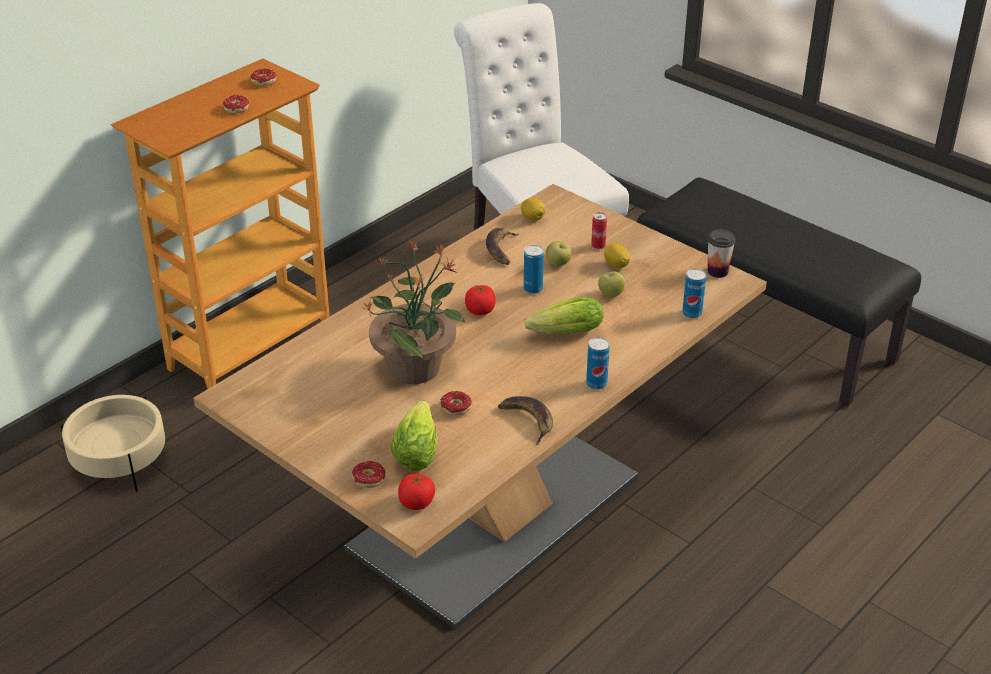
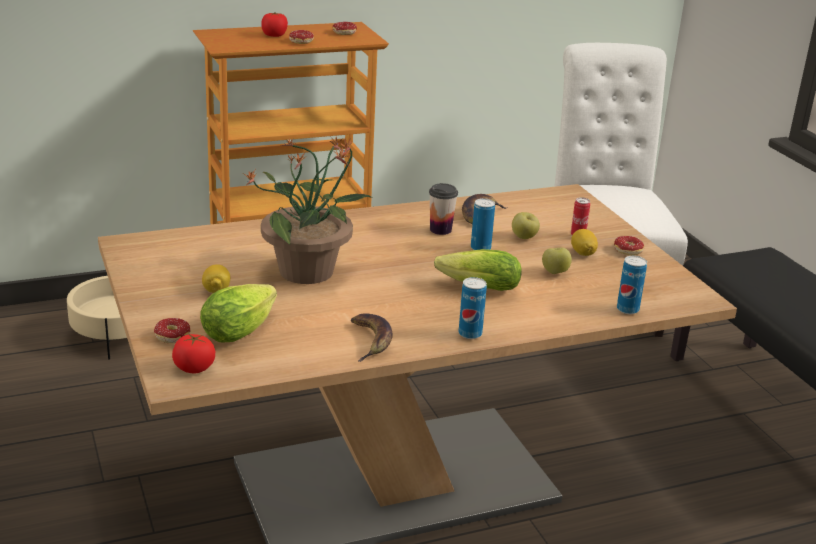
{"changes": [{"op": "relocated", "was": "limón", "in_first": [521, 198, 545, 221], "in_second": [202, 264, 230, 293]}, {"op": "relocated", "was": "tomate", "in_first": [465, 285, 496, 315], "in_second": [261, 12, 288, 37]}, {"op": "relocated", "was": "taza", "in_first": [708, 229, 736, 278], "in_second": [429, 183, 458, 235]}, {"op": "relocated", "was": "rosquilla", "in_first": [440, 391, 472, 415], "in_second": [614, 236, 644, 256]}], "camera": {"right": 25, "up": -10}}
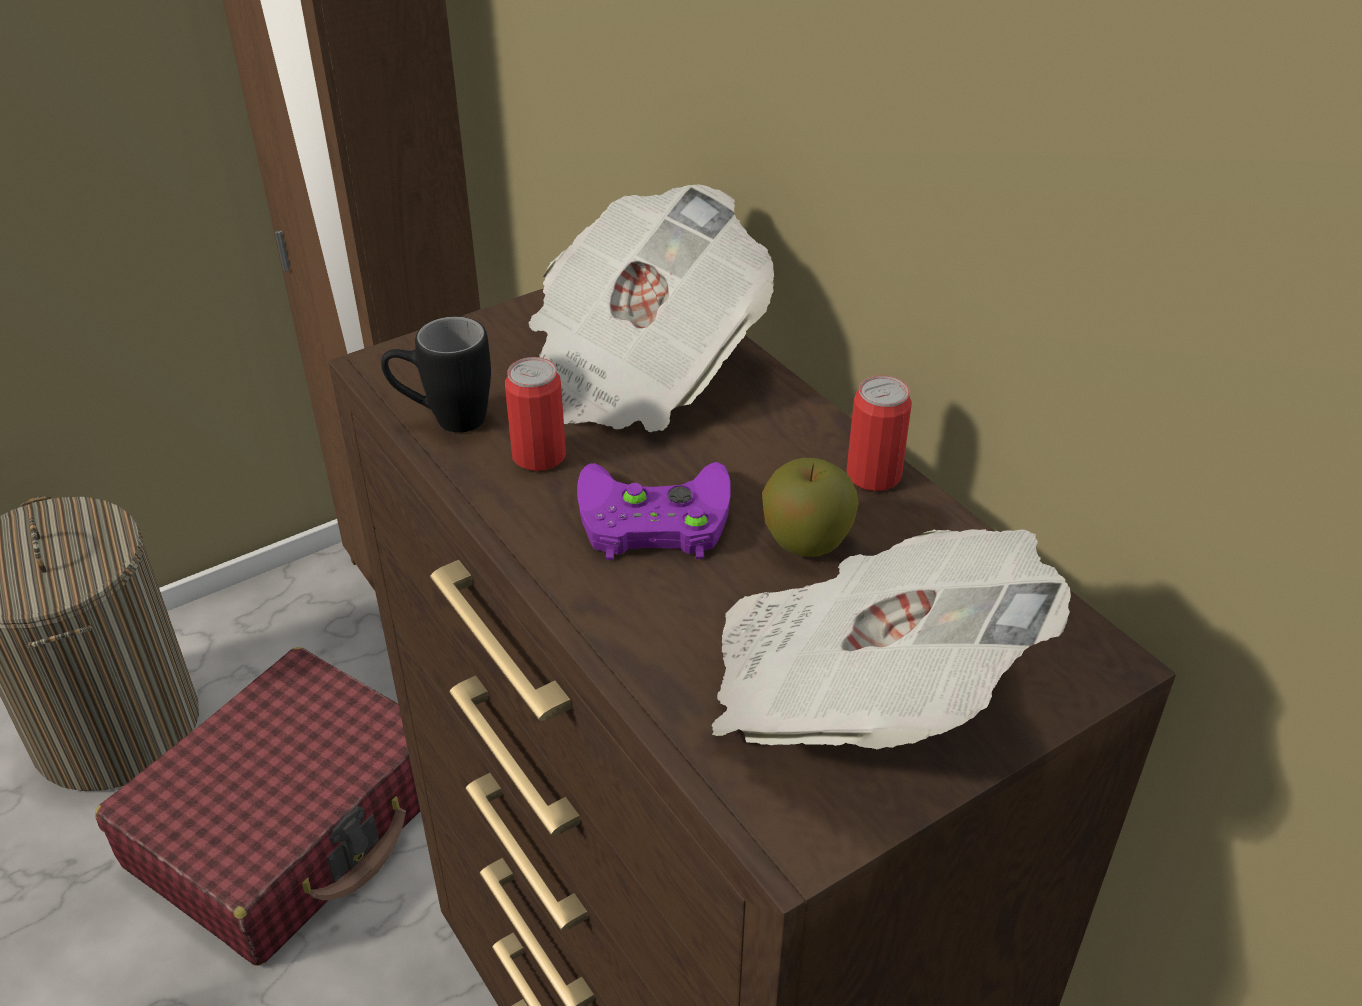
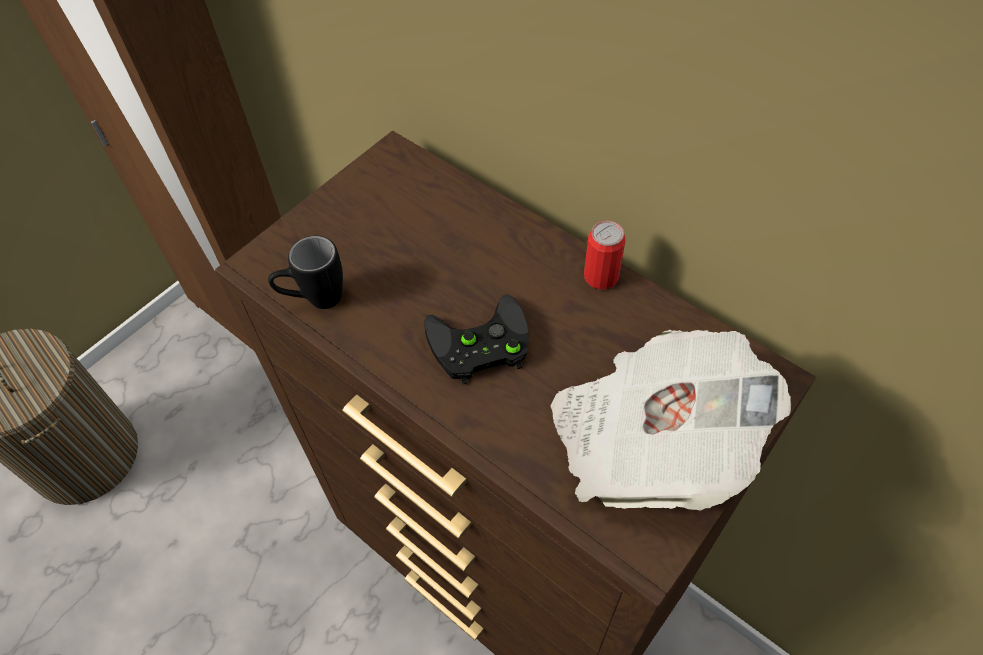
{"changes": [{"op": "colour", "was": "mando de consola/morado", "now": "mando de consola/negro", "in_first": [577, 462, 731, 560], "in_second": [424, 294, 528, 385]}, {"op": "missing", "was": "maleta/rojo", "in_first": [95, 647, 420, 966]}, {"op": "missing", "was": "lata", "in_first": [505, 357, 566, 471]}, {"op": "missing", "was": "periódico", "in_first": [529, 184, 774, 432]}, {"op": "missing", "was": "manzana", "in_first": [762, 458, 859, 557]}], "camera": {"right": -15, "up": 15}}
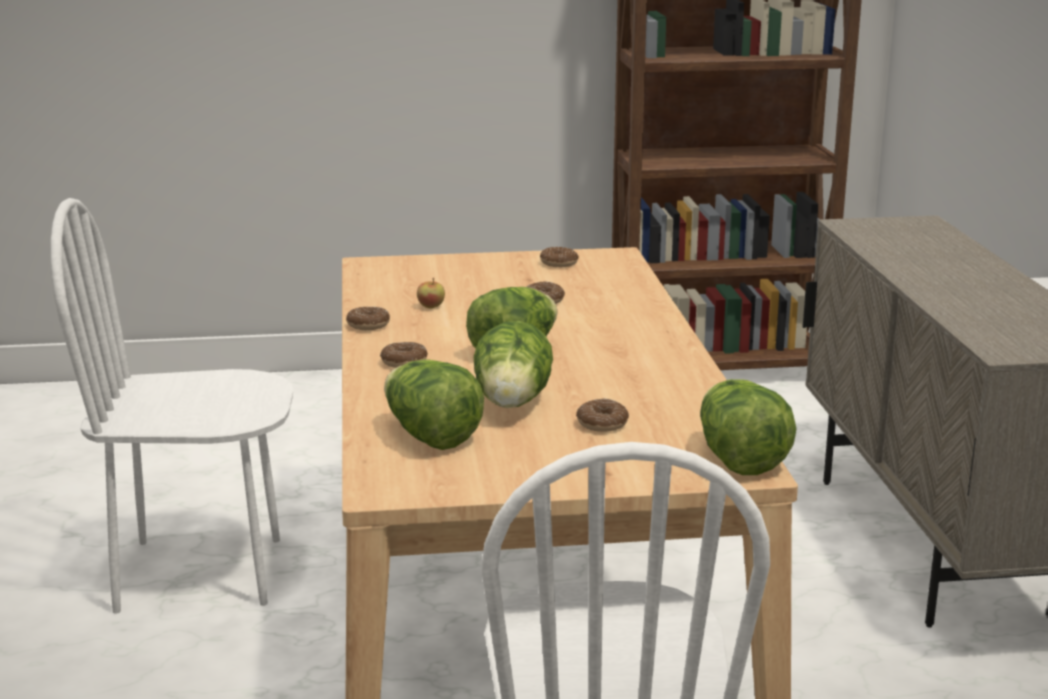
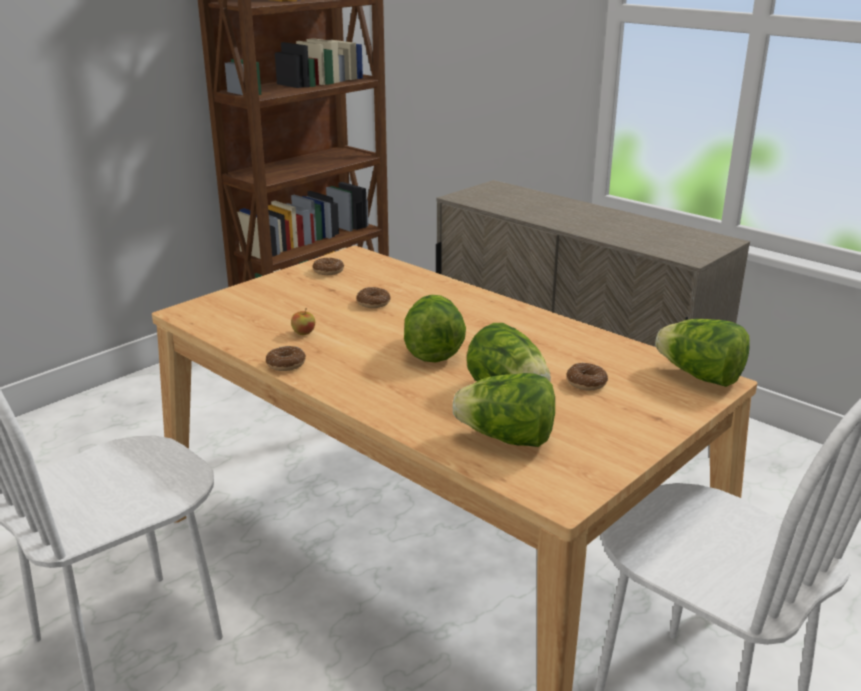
{"changes": [{"op": "missing", "was": "rosquilla", "in_first": [380, 342, 428, 368]}], "camera": {"right": -40, "up": 5}}
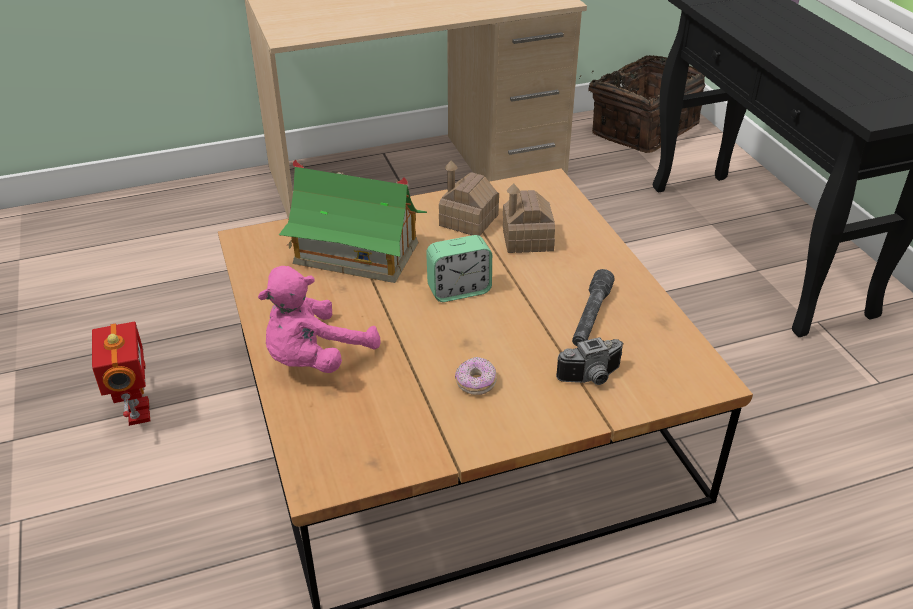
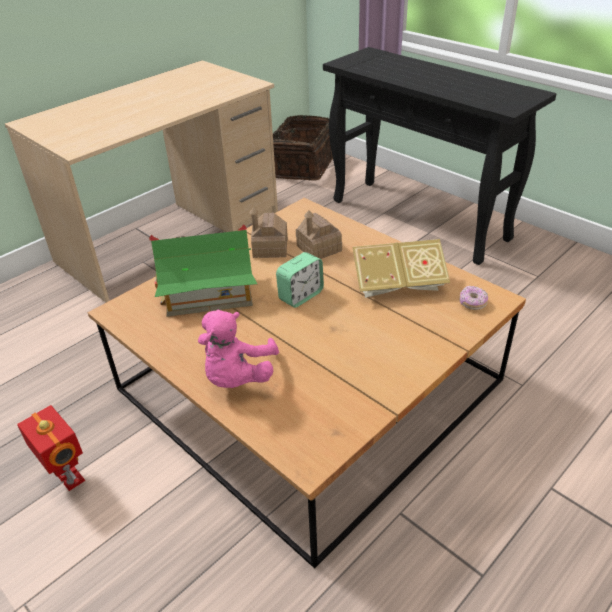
{"changes": [{"op": "exchanged", "was": "linterna/gris", "now": "libro", "in_first": [572, 269, 615, 347], "in_second": [352, 239, 450, 298]}, {"op": "relocated", "was": "rosquilla", "in_first": [455, 357, 497, 395], "in_second": [459, 286, 488, 310]}, {"op": "missing", "was": "cámara", "in_first": [556, 337, 624, 385]}], "camera": {"right": -25, "up": 0}}
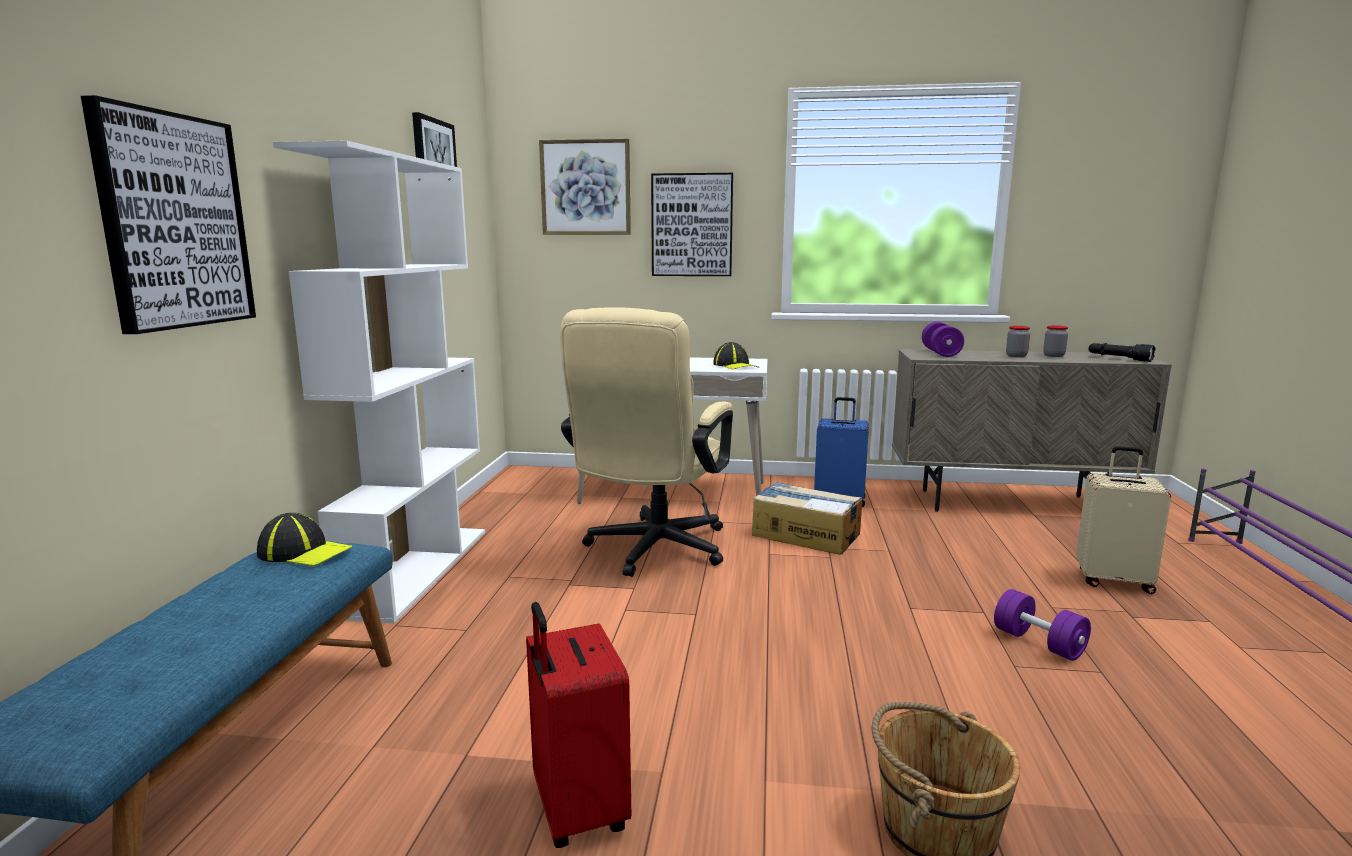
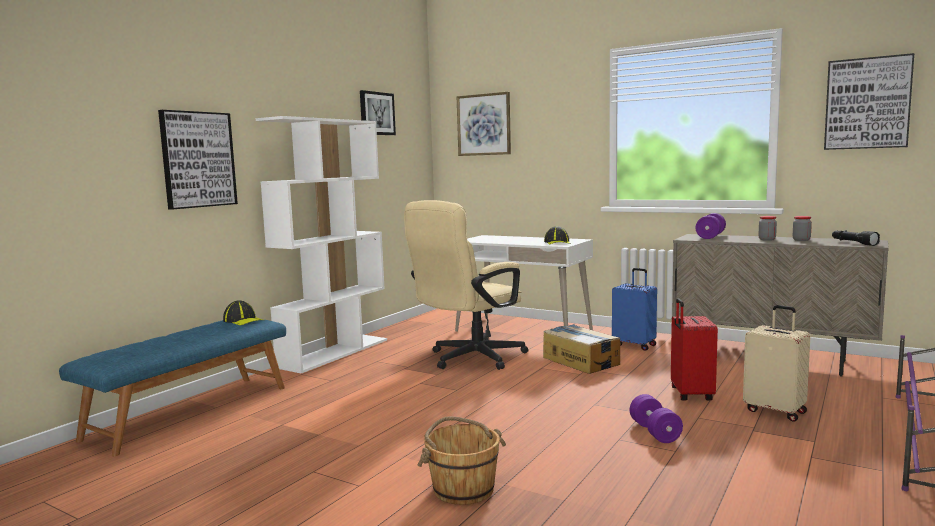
{"changes": [{"op": "relocated", "was": "maleta/rojo", "in_first": [526, 602, 631, 848], "in_second": [671, 298, 718, 401]}, {"op": "relocated", "was": "cuadro", "in_first": [651, 173, 733, 276], "in_second": [824, 53, 914, 150]}], "camera": {"right": 25, "up": -5}}
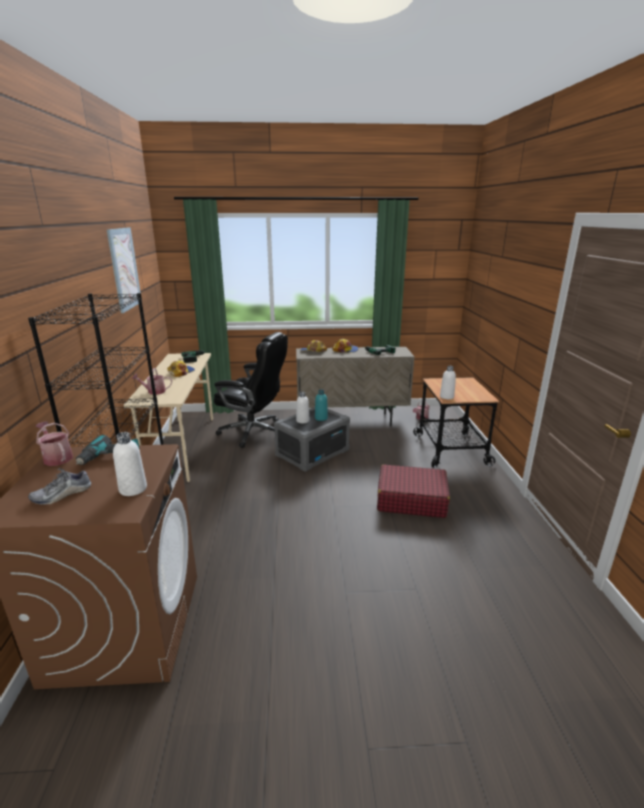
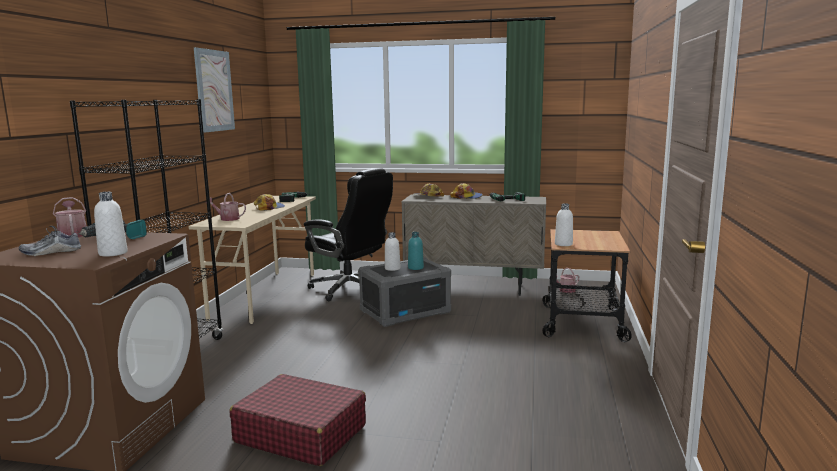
{"changes": [{"op": "relocated", "was": "maleta/rojo", "in_first": [377, 465, 450, 518], "in_second": [230, 374, 366, 466]}], "camera": {"right": 15, "up": -10}}
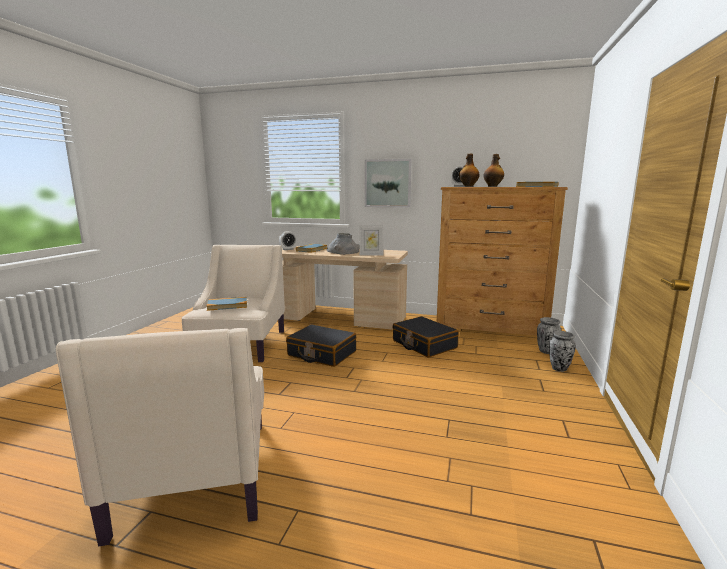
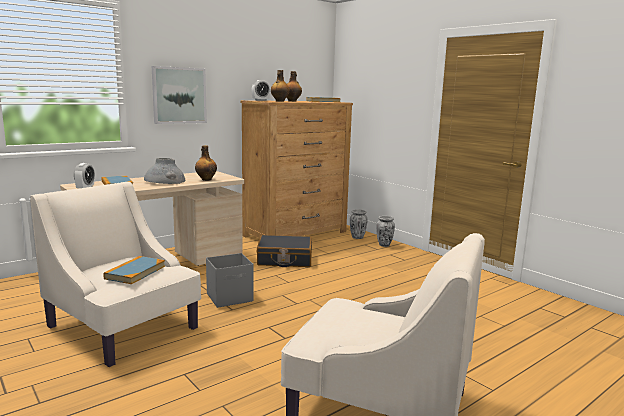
{"changes": [{"op": "exchanged", "was": "portarretratos", "now": "botella", "in_first": [359, 225, 383, 256], "in_second": [195, 145, 217, 181]}, {"op": "exchanged", "was": "maleta/negro", "now": "caja de almacenaje/gris", "in_first": [286, 324, 356, 367], "in_second": [206, 253, 254, 308]}], "camera": {"right": -55, "up": 0}}
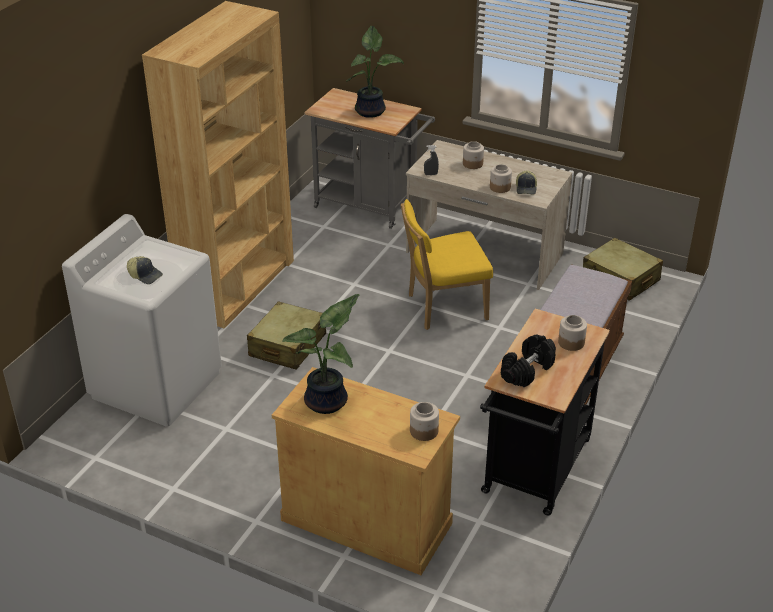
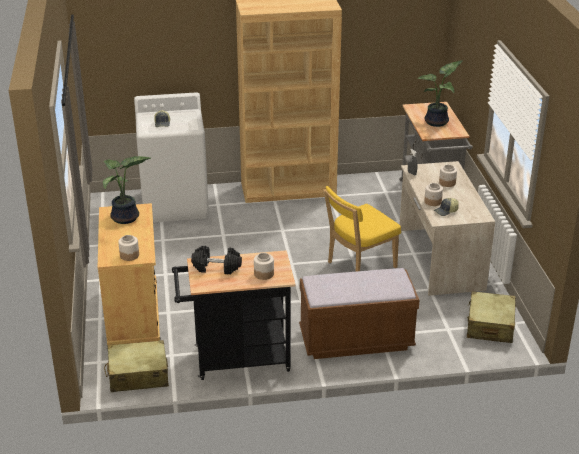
{"changes": [{"op": "relocated", "was": "maleta/beis", "in_first": [247, 301, 326, 370], "in_second": [104, 340, 169, 392]}, {"op": "spun", "was": "silla/amarillo", "in_first": [401, 199, 493, 330], "in_second": [323, 186, 401, 272], "clockwise": -75}], "camera": {"right": 55, "up": -5}}
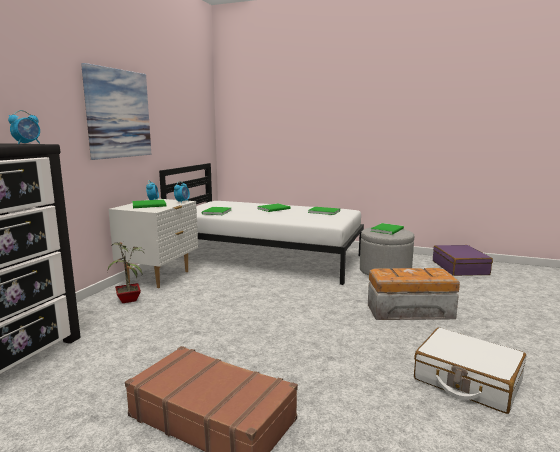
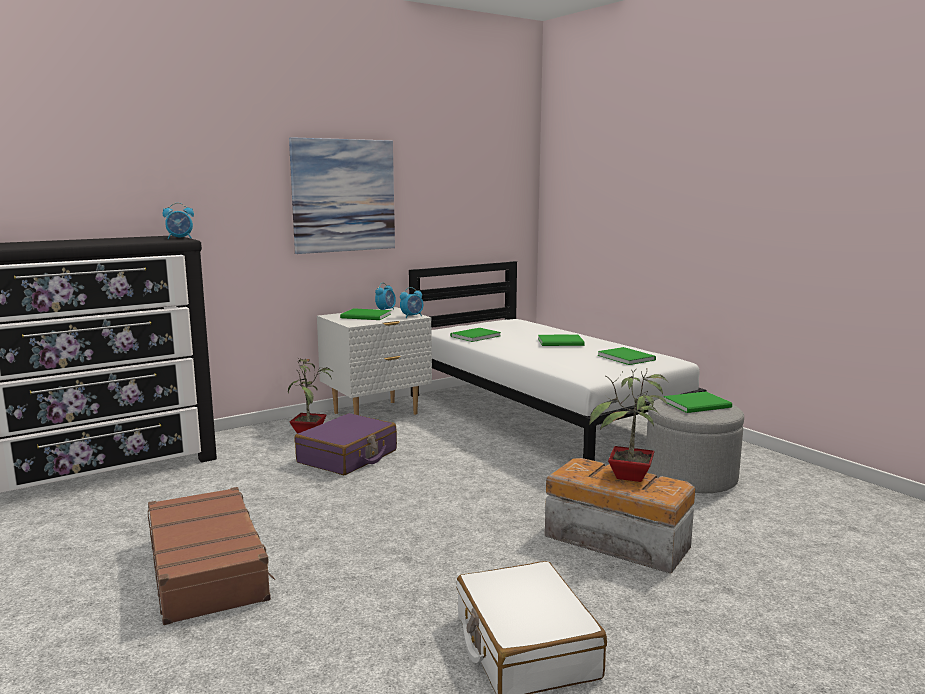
{"changes": [{"op": "relocated", "was": "maleta/morado", "in_first": [433, 245, 493, 276], "in_second": [295, 413, 397, 475]}, {"op": "appeared", "now": "planta en maceta", "in_second": [589, 368, 669, 482]}], "camera": {"right": 35, "up": 0}}
